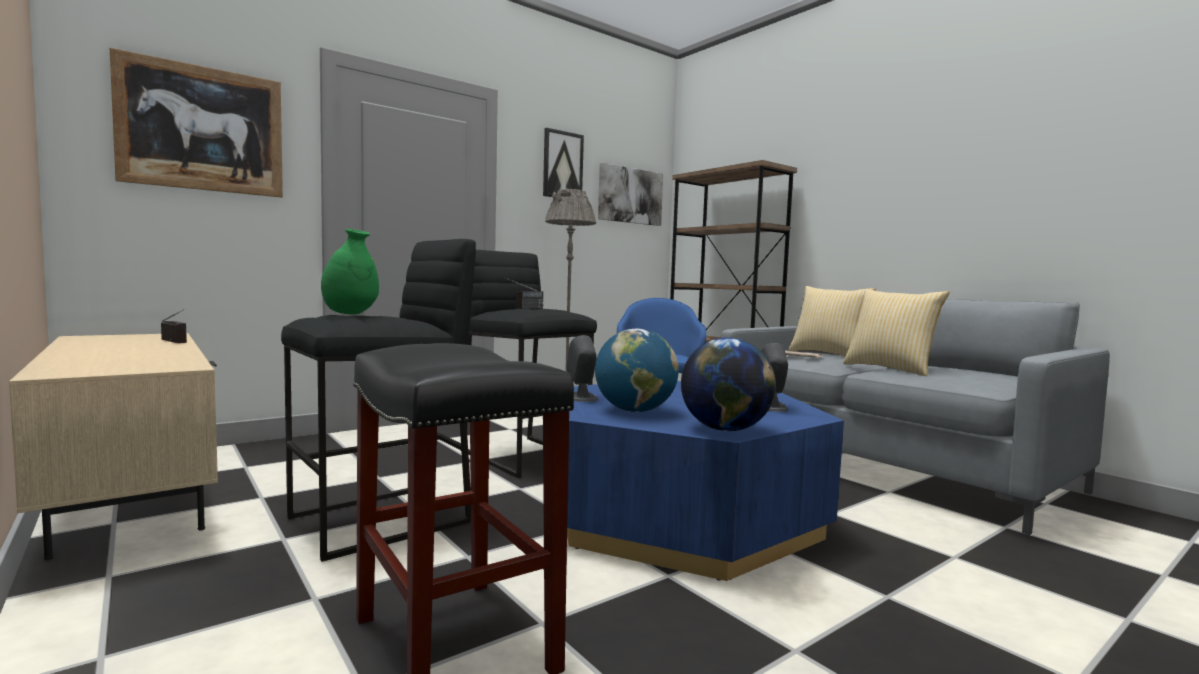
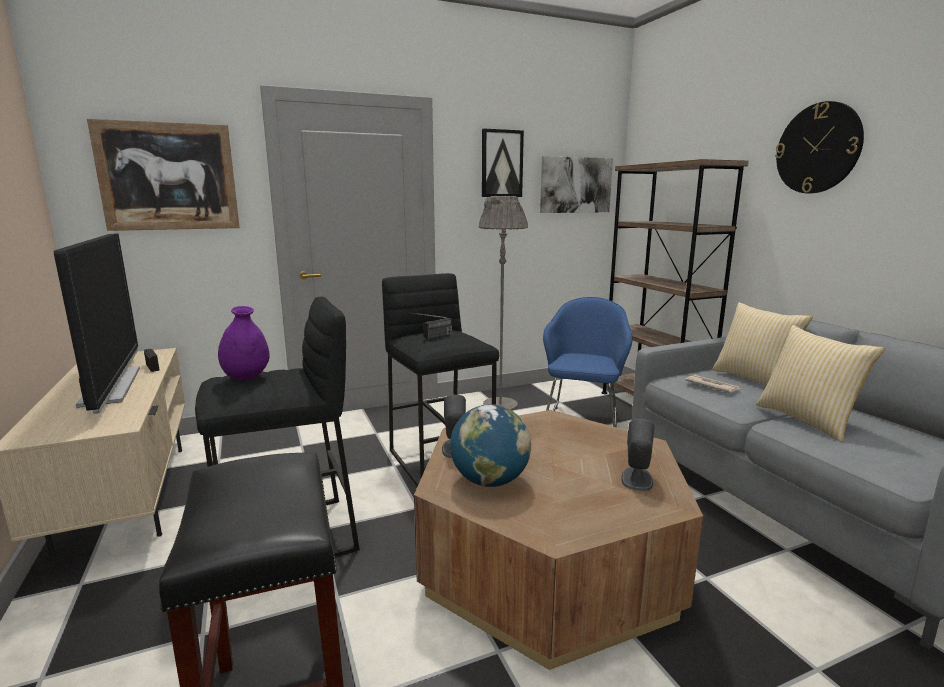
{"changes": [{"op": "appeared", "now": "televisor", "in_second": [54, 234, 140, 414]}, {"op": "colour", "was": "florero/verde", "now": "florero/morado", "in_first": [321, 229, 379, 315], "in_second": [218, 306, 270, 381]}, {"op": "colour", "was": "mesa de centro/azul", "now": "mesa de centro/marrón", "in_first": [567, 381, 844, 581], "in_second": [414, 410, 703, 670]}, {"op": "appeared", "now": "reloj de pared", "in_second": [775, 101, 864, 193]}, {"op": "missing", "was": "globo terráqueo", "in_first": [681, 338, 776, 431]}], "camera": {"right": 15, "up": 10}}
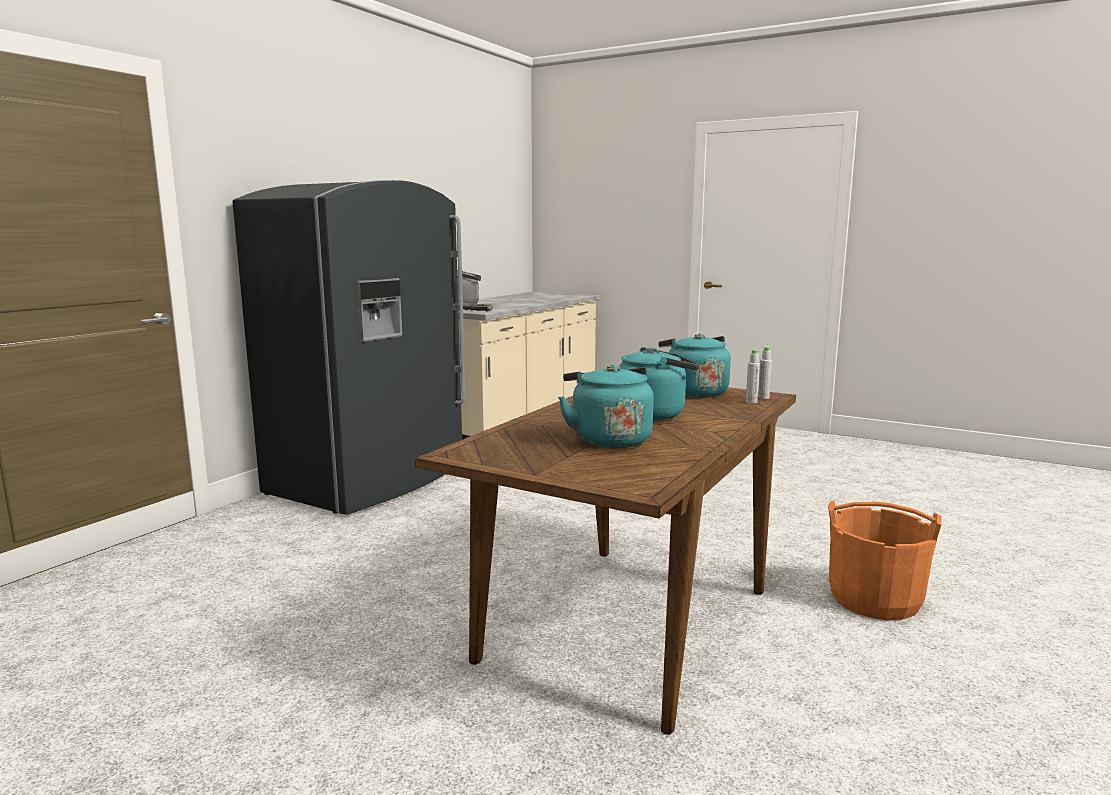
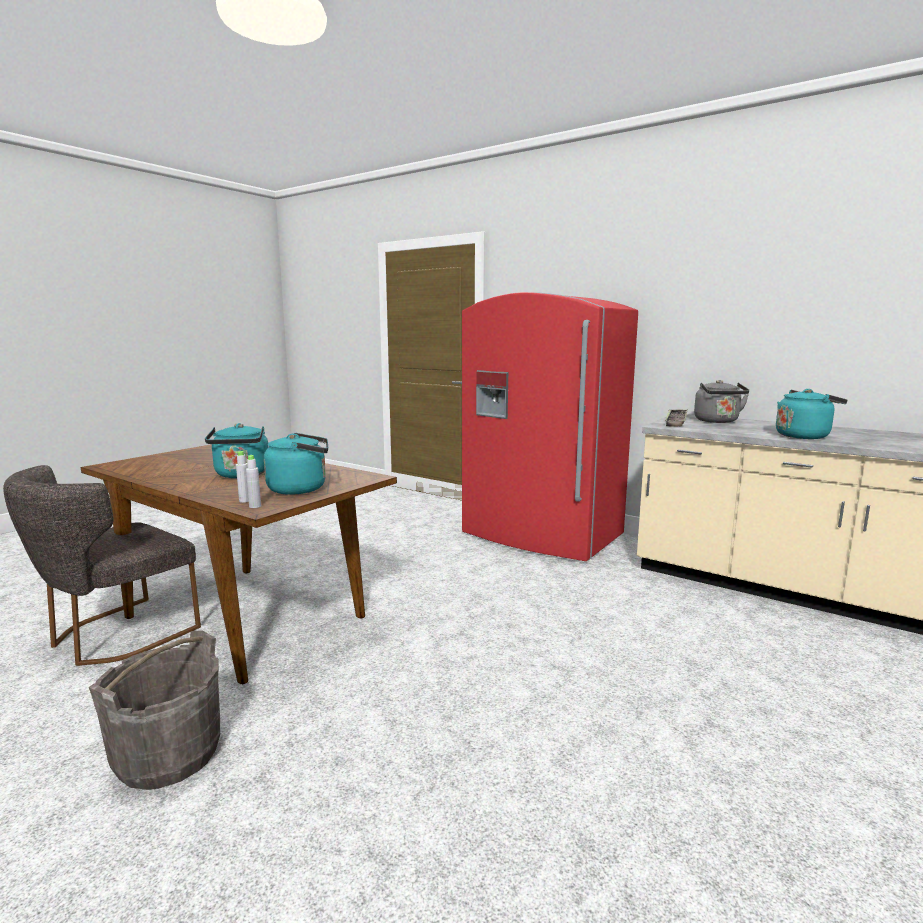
{"changes": [{"op": "appeared", "now": "silla/gris", "in_second": [3, 465, 201, 666]}, {"op": "colour", "was": "cubo/naranja", "now": "cubo/gris", "in_first": [828, 501, 942, 620], "in_second": [89, 630, 220, 790]}, {"op": "colour", "was": "nevera/gris", "now": "nevera/rojo", "in_first": [232, 180, 465, 515], "in_second": [462, 292, 638, 561]}, {"op": "relocated", "was": "hervidor/turquesa", "in_first": [558, 365, 654, 448], "in_second": [776, 389, 847, 439]}], "camera": {"right": 95, "up": 0}}
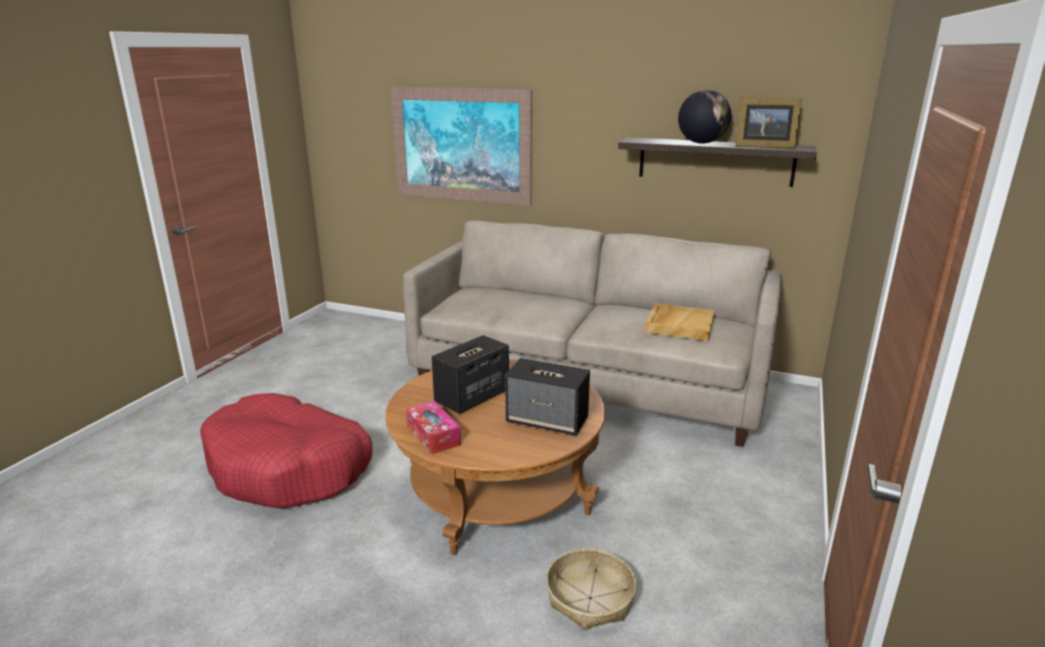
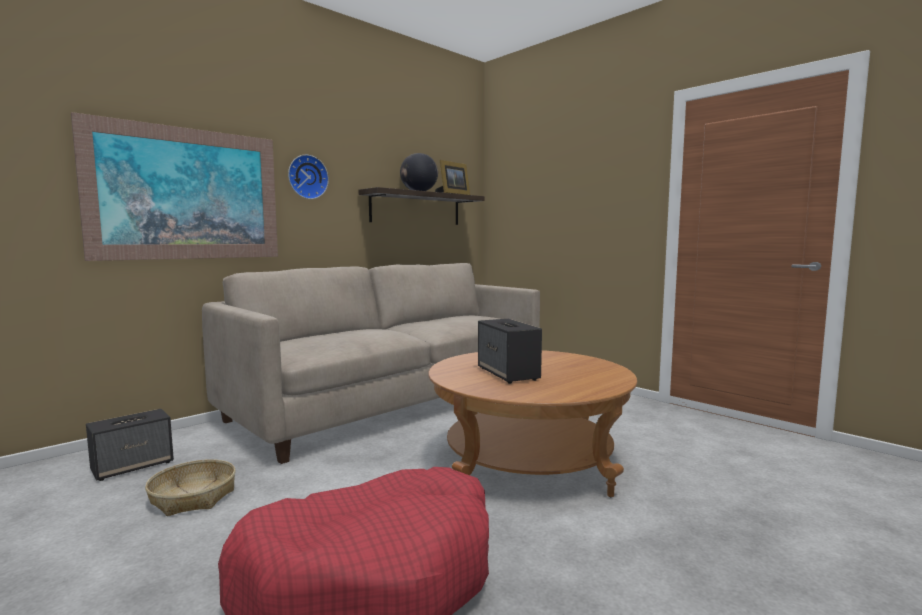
{"changes": [{"op": "relocated", "was": "altavoz", "in_first": [505, 358, 590, 436], "in_second": [86, 409, 174, 481]}, {"op": "relocated", "was": "cesta", "in_first": [546, 548, 637, 630], "in_second": [145, 459, 236, 516]}, {"op": "appeared", "now": "reloj de pared", "in_second": [288, 155, 329, 199]}, {"op": "missing", "was": "caja de pañuelos", "in_first": [406, 401, 461, 455]}, {"op": "missing", "was": "bandeja/beis", "in_first": [644, 303, 715, 341]}], "camera": {"right": -65, "up": -15}}
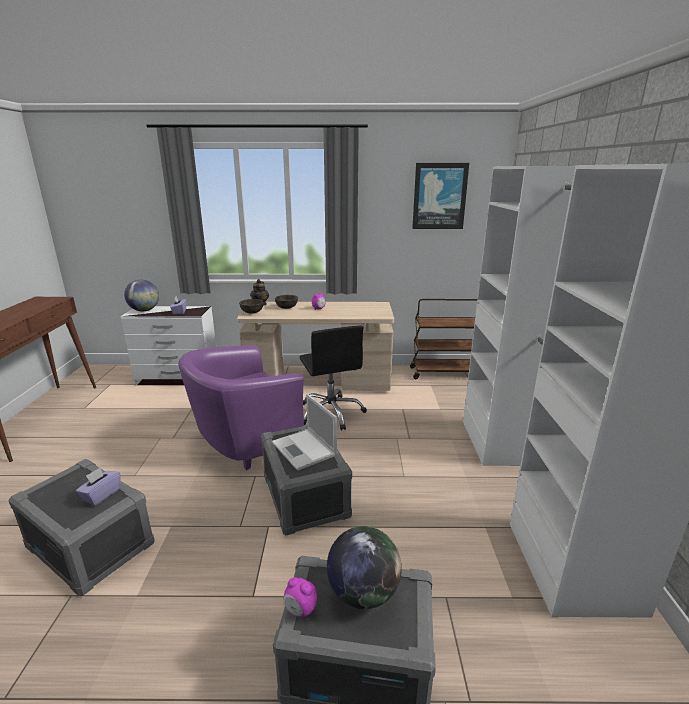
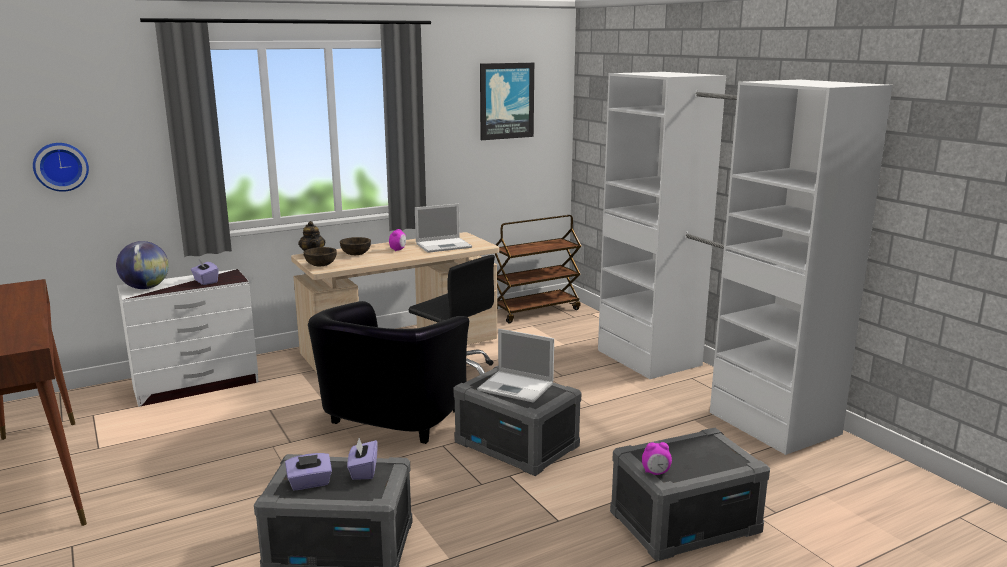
{"changes": [{"op": "appeared", "now": "reloj de pared", "in_second": [33, 143, 89, 192]}, {"op": "appeared", "now": "caja de pañuelos/morado", "in_second": [285, 453, 332, 490]}, {"op": "colour", "was": "sillón/morado", "now": "sillón/negro", "in_first": [178, 345, 304, 470], "in_second": [308, 301, 469, 444]}, {"op": "appeared", "now": "portátil", "in_second": [415, 204, 472, 253]}, {"op": "missing", "was": "globo terráqueo", "in_first": [327, 526, 402, 609]}], "camera": {"right": -30, "up": -5}}
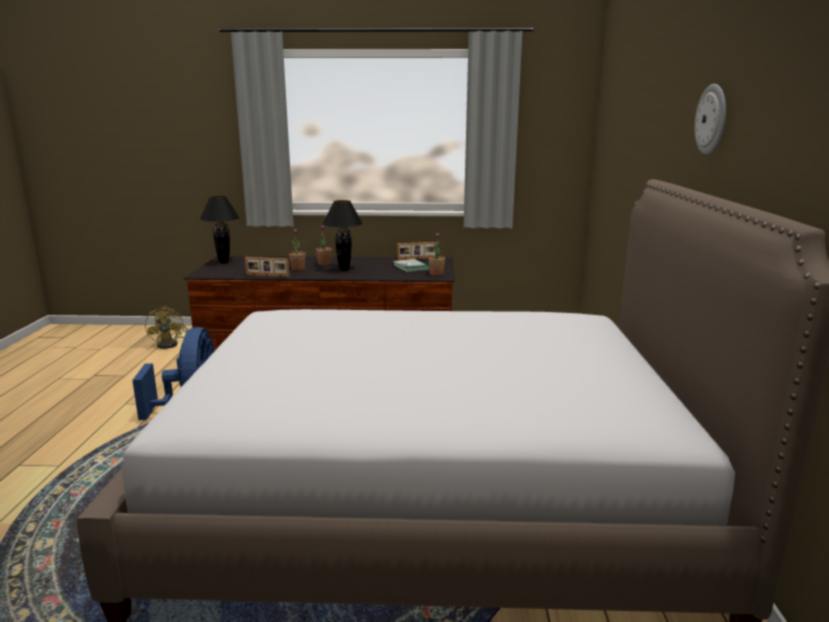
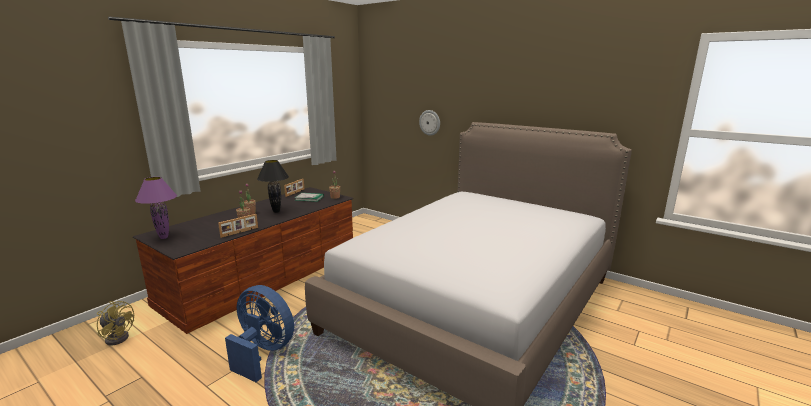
{"changes": [{"op": "colour", "was": "lámpara de mesa/negro", "now": "lámpara de mesa/morado", "in_first": [200, 196, 240, 263], "in_second": [135, 177, 177, 239]}, {"op": "relocated", "was": "reloj de pared", "in_first": [695, 84, 726, 155], "in_second": [419, 110, 440, 136]}], "camera": {"right": -55, "up": 0}}
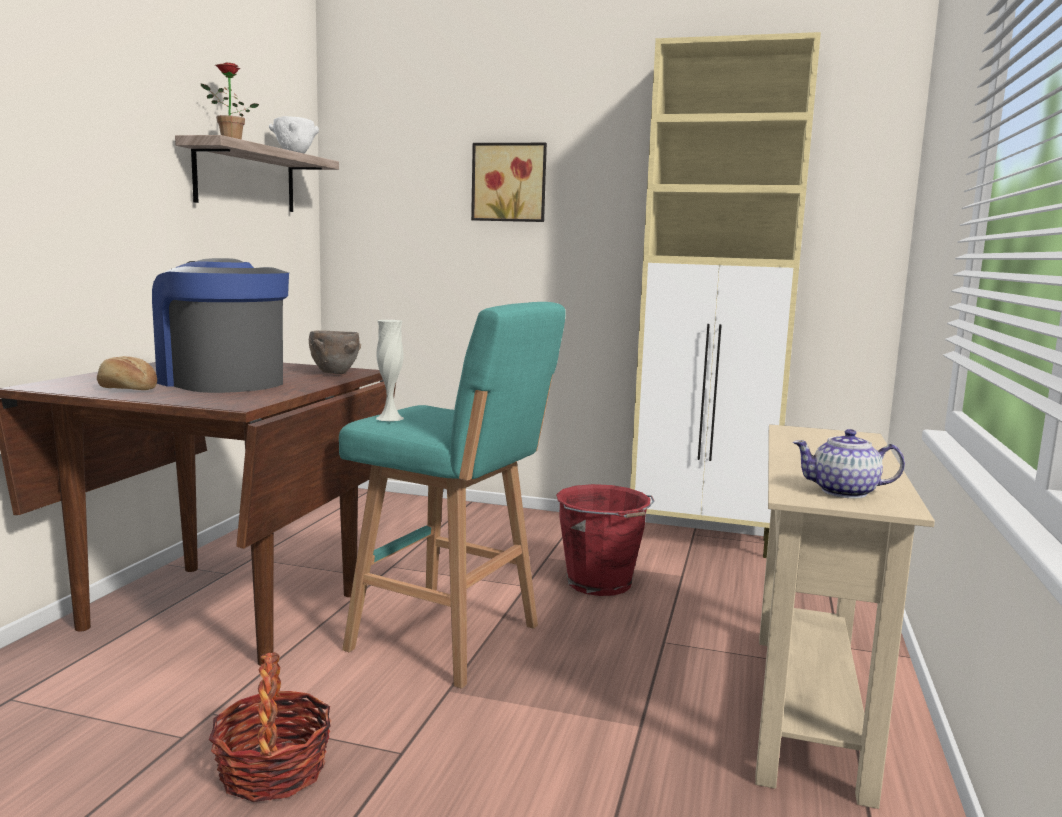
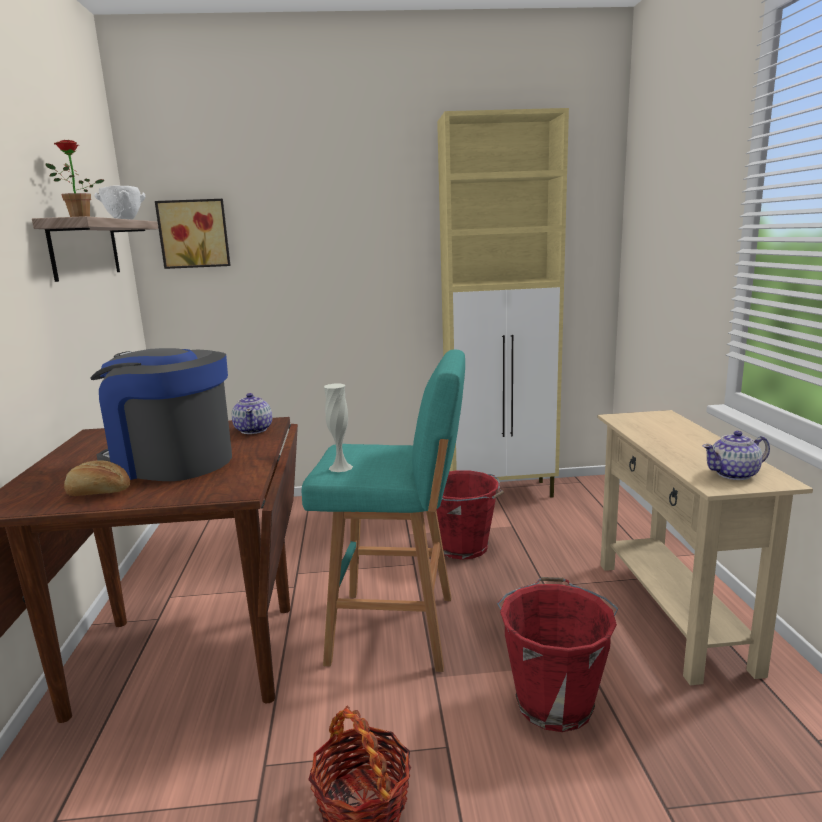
{"changes": [{"op": "relocated", "was": "cuadro", "in_first": [471, 143, 547, 222], "in_second": [155, 199, 231, 269]}, {"op": "exchanged", "was": "cuenco/marrón", "now": "tetera", "in_first": [309, 330, 361, 374], "in_second": [232, 393, 272, 434]}, {"op": "appeared", "now": "cubo/rojo", "in_second": [497, 577, 619, 732]}], "camera": {"right": -20, "up": 5}}
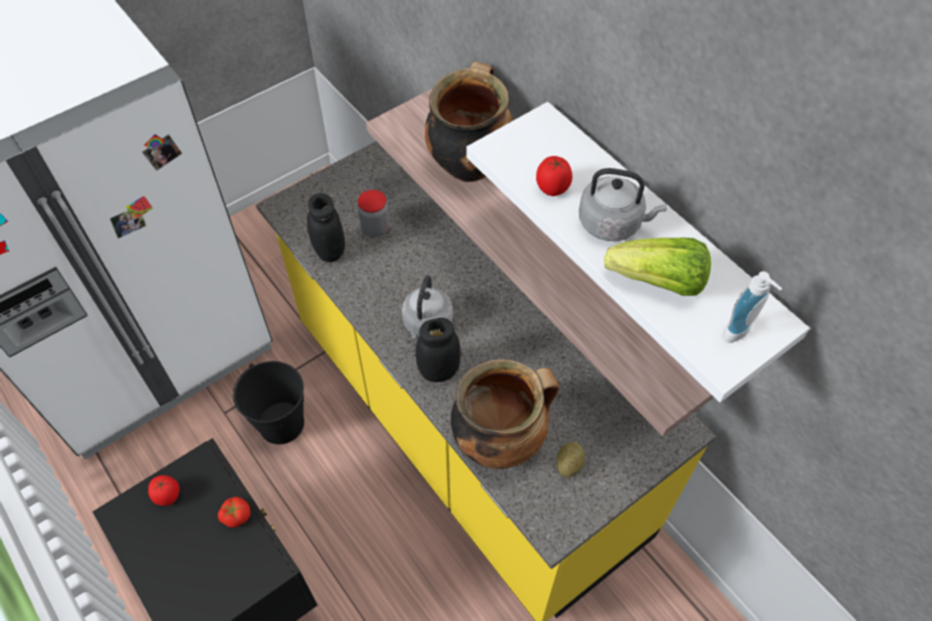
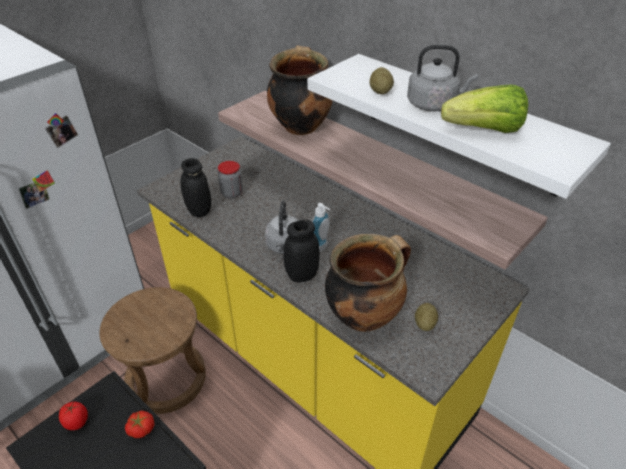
{"changes": [{"op": "exchanged", "was": "cubo/negro", "now": "taburete/marrón", "in_first": [233, 361, 304, 444], "in_second": [99, 287, 206, 414]}, {"op": "relocated", "was": "dispensador de jabón", "in_first": [723, 271, 782, 343], "in_second": [312, 203, 330, 252]}, {"op": "exchanged", "was": "tomate", "now": "patata", "in_first": [536, 156, 572, 196], "in_second": [370, 67, 394, 94]}], "camera": {"right": -10, "up": -15}}
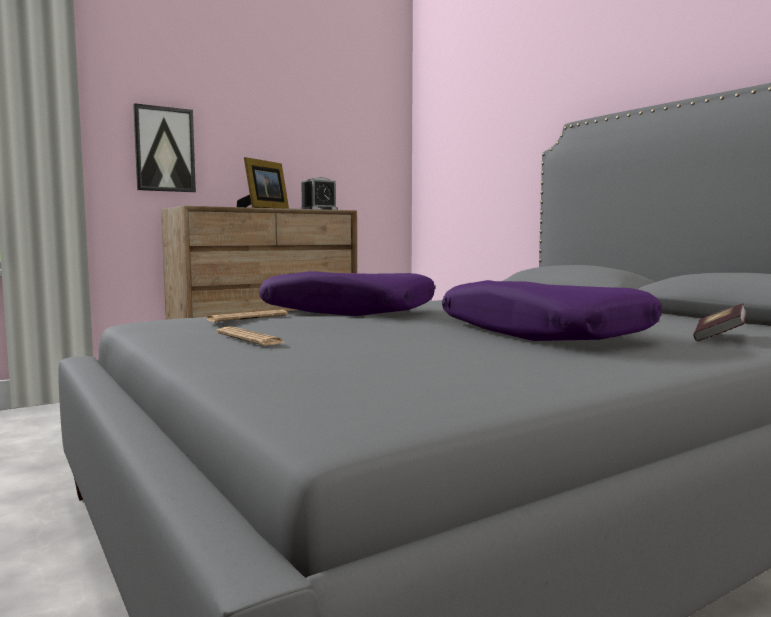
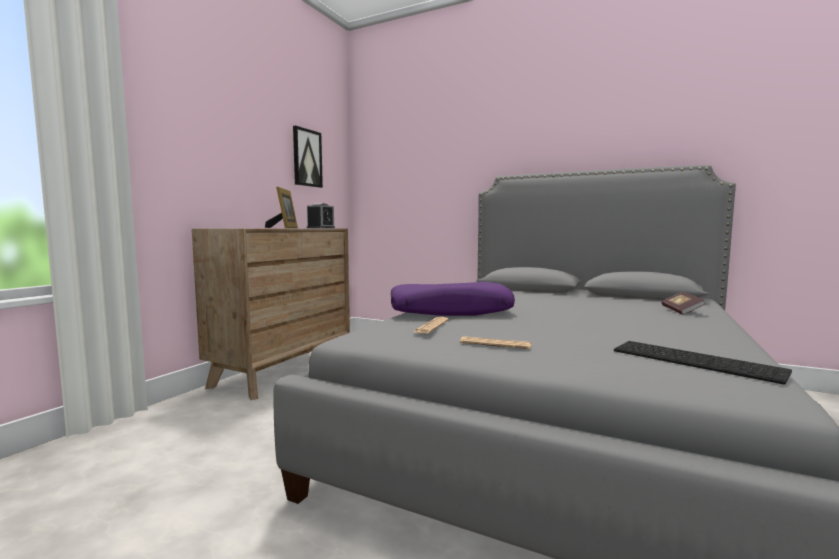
{"changes": [{"op": "relocated", "was": "cuadro", "in_first": [133, 103, 196, 192], "in_second": [293, 126, 323, 188]}, {"op": "appeared", "now": "teclado", "in_second": [614, 341, 792, 385]}, {"op": "missing", "was": "cojín/morado", "in_first": [442, 280, 663, 341]}], "camera": {"right": -30, "up": 0}}
